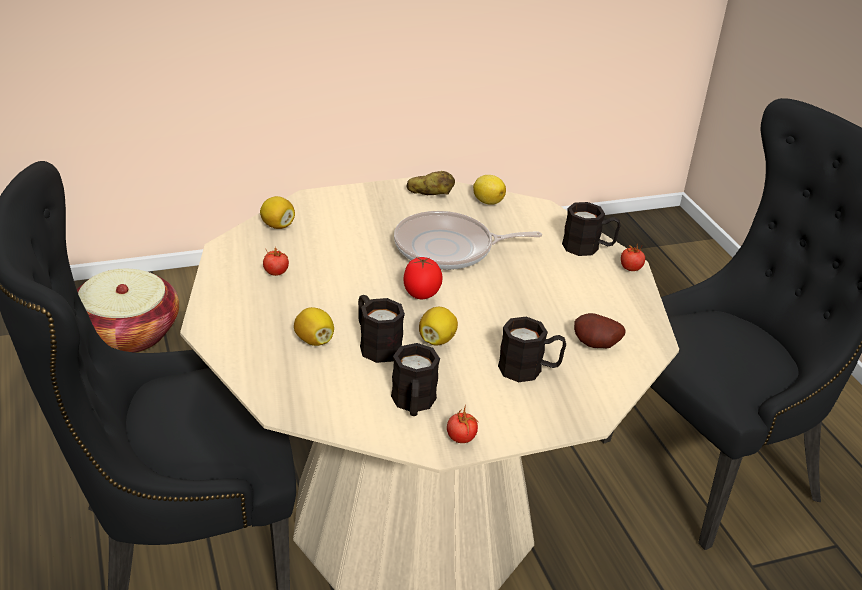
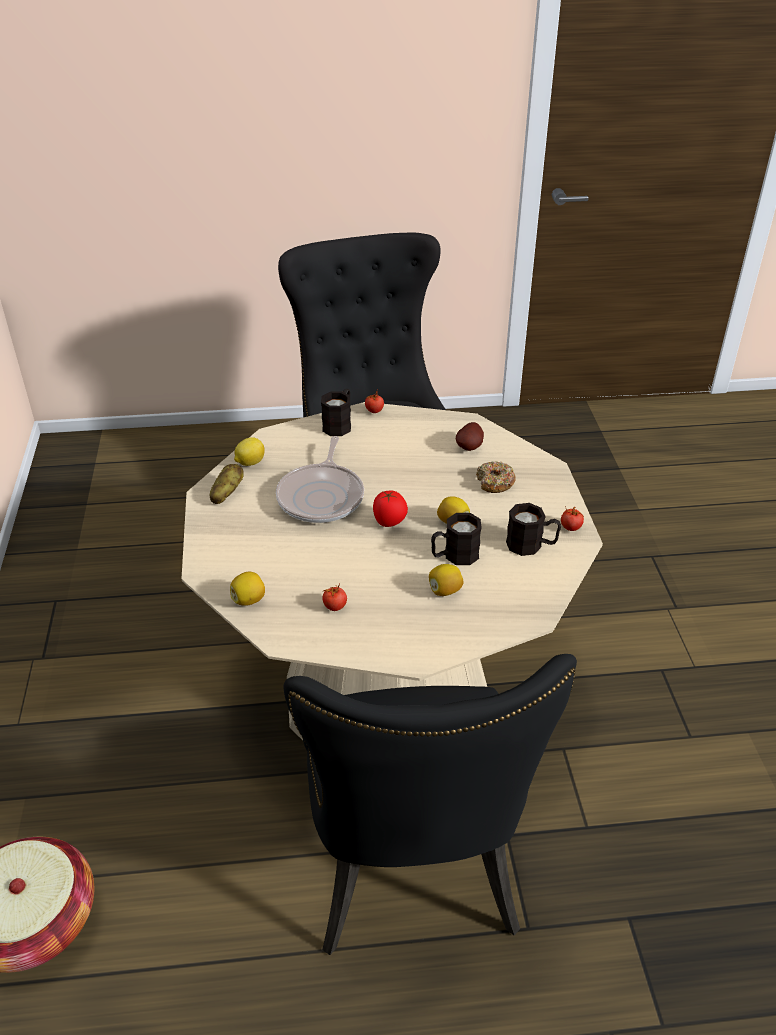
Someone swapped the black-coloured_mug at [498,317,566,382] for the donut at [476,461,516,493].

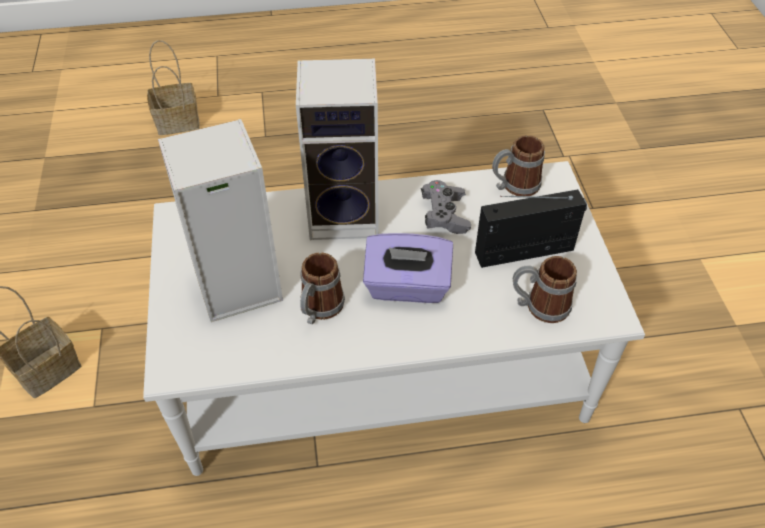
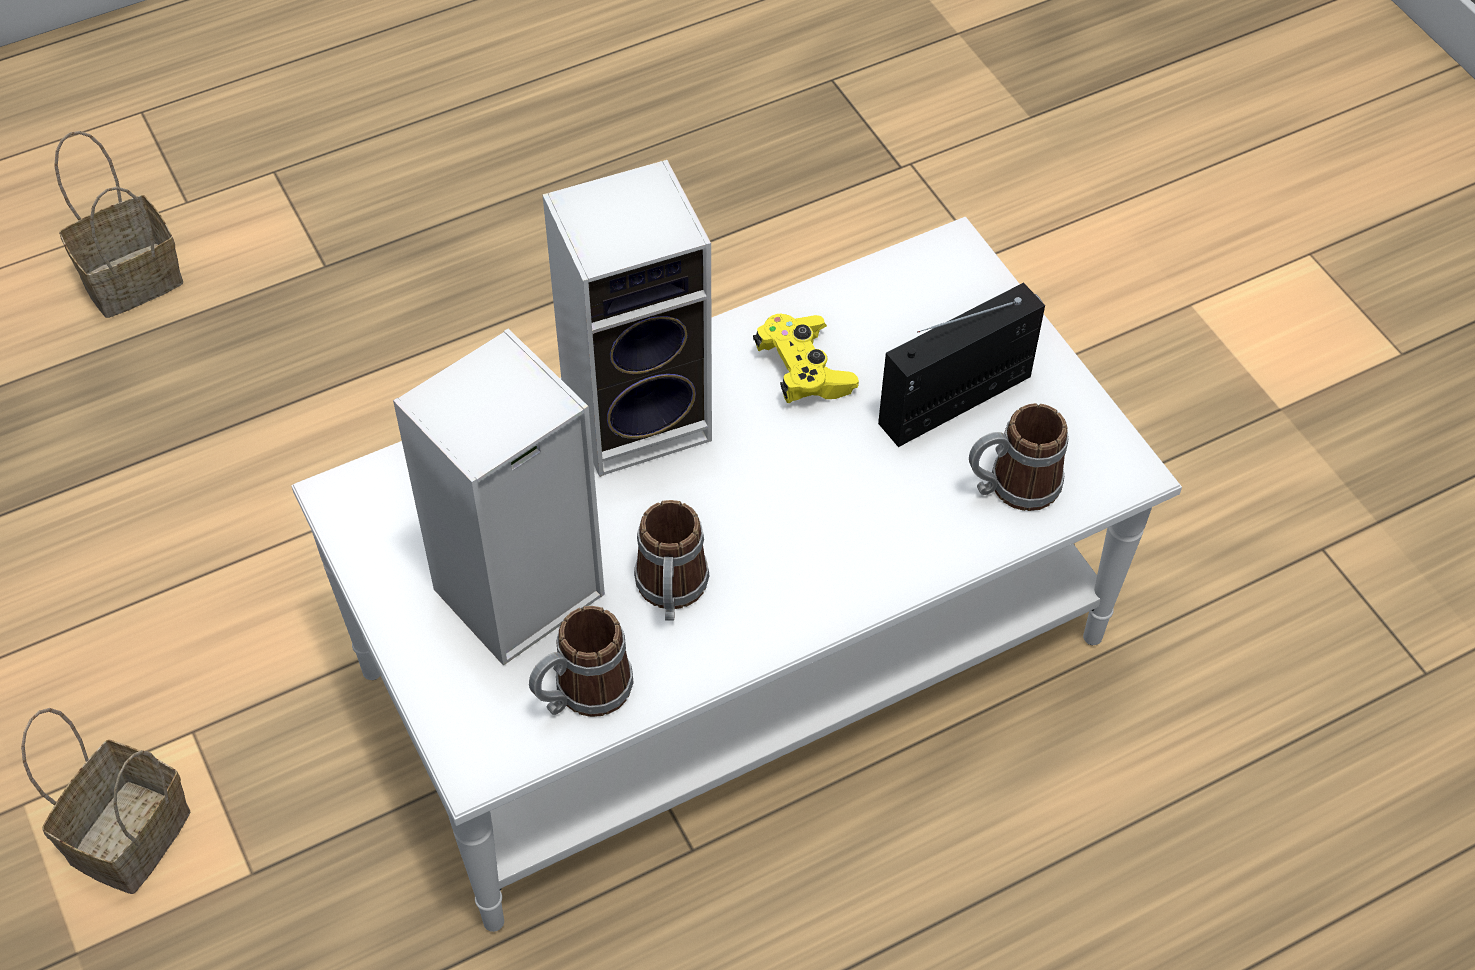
Someone took away the purple_box_of_tissues at [363,233,453,303].
Someone carried the mug from [492,135,545,196] to [529,606,634,717].
Someone repainted the grey_joypad at [421,180,471,234], which became the yellow-coloured_joypad at [753,313,859,403].

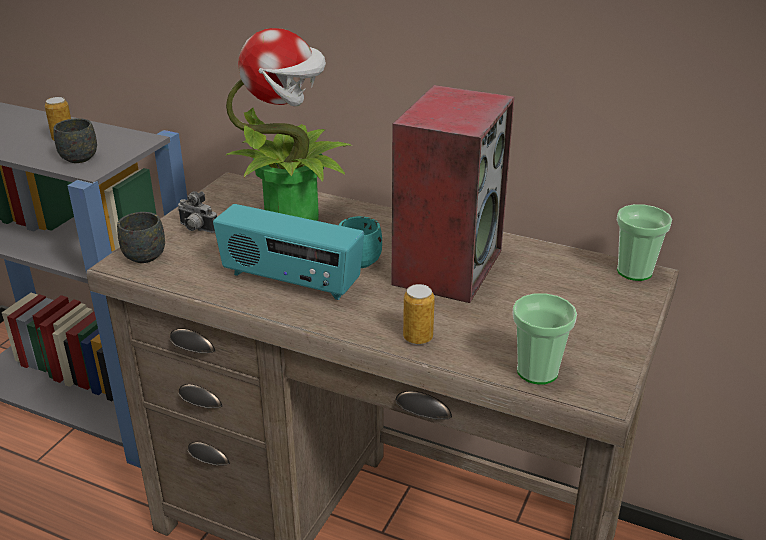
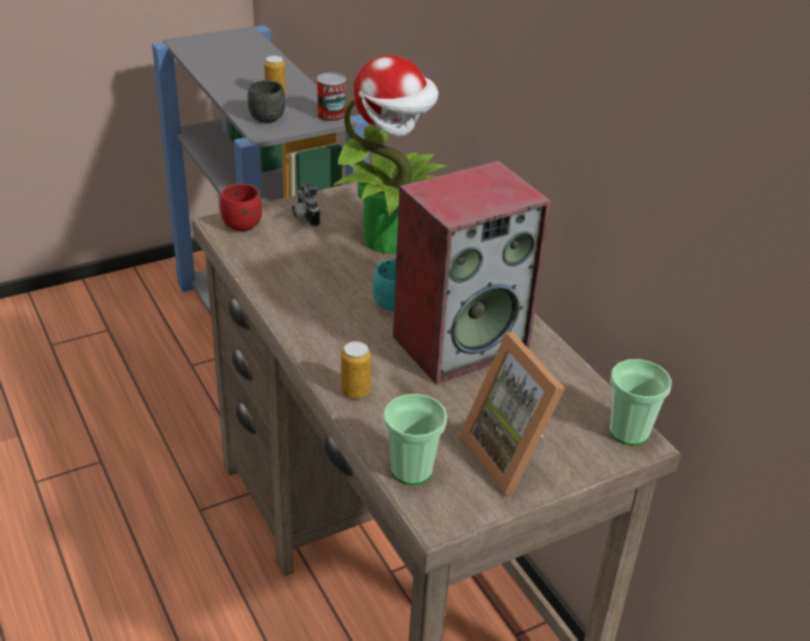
Someone took away the radio_set at [213,204,364,300].
Someone put down the sealed_can at [317,72,346,122].
Someone put down the picture_frame at [459,332,565,495].
Someone repainted the grey_mug at [117,212,165,263], which became the reddish_mug at [220,184,262,231].

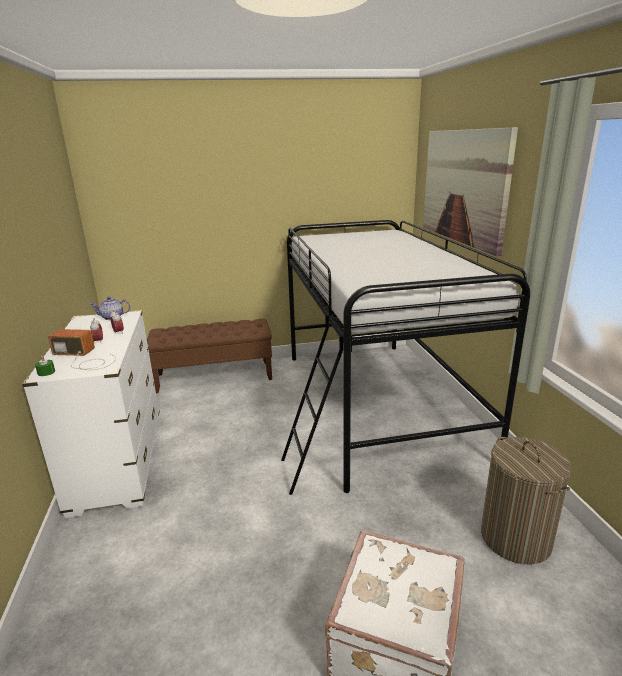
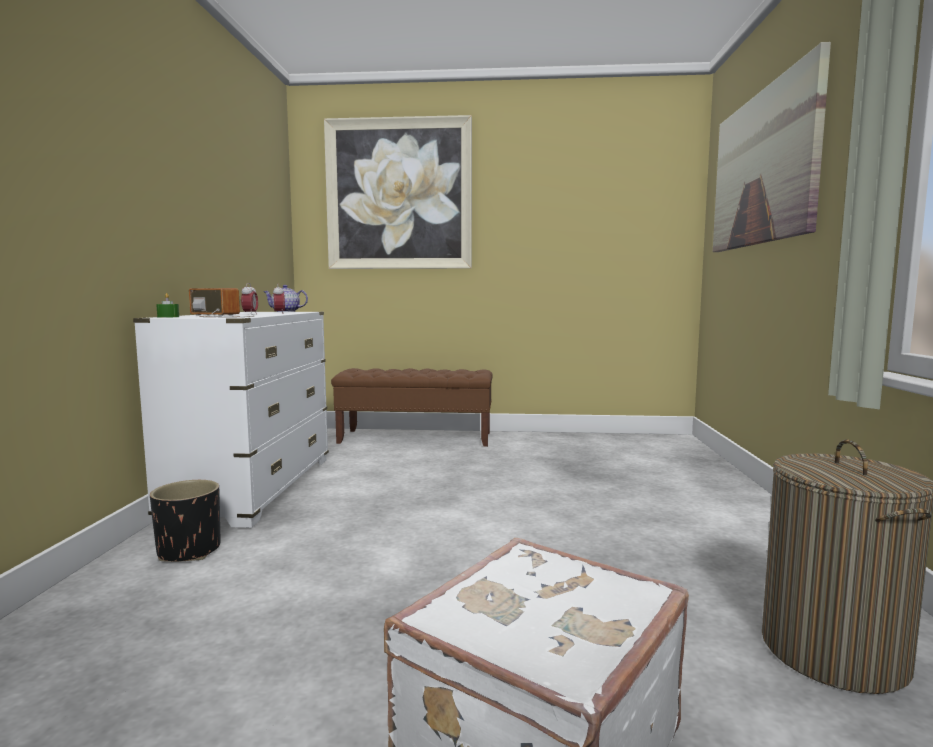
Someone took away the black-coloured_bedroom_bed at [281,220,530,495].
Someone put down the black-coloured_plant_pot at [150,480,221,562].
Someone put up the picture at [324,115,472,269].

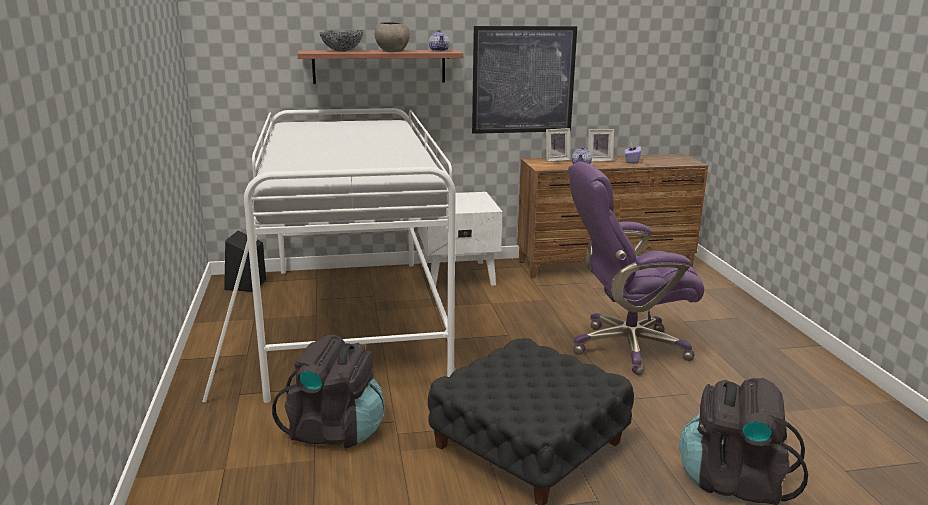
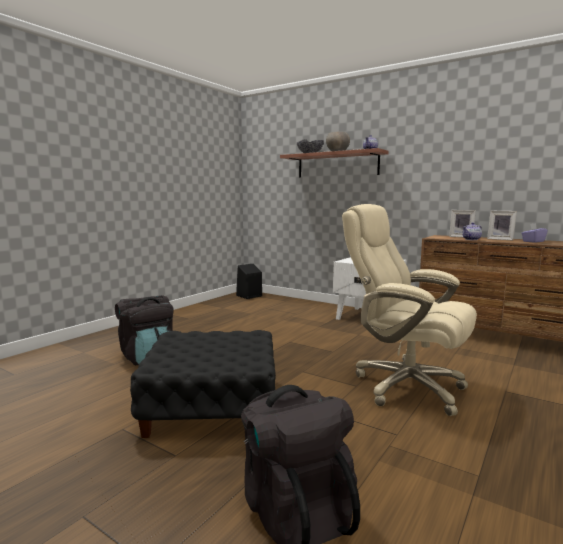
Someone took away the white_bedroom_bed at [202,108,456,403].
Someone took away the picture at [472,26,577,134].
Someone repainted the purple_computer_chair at [568,162,704,375], which became the beige_computer_chair at [342,204,477,416].

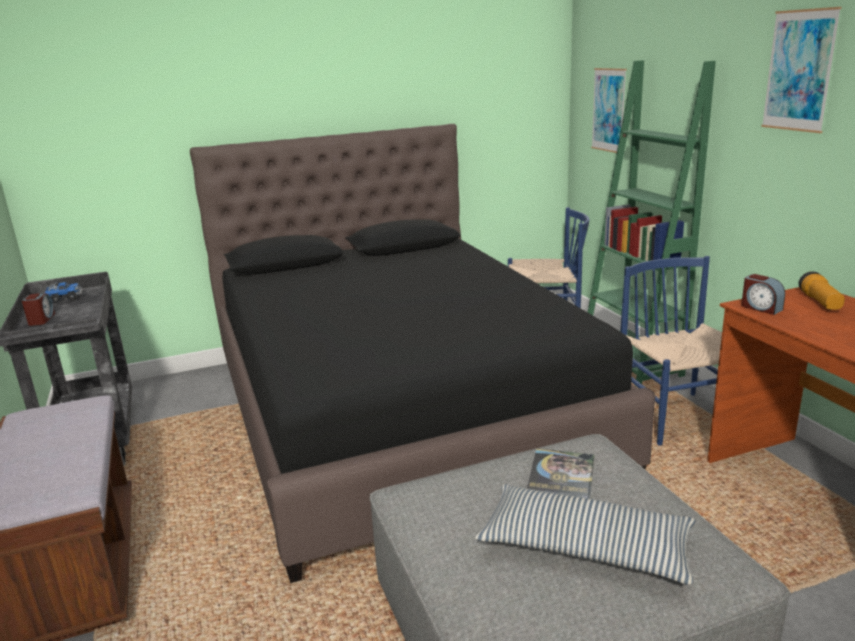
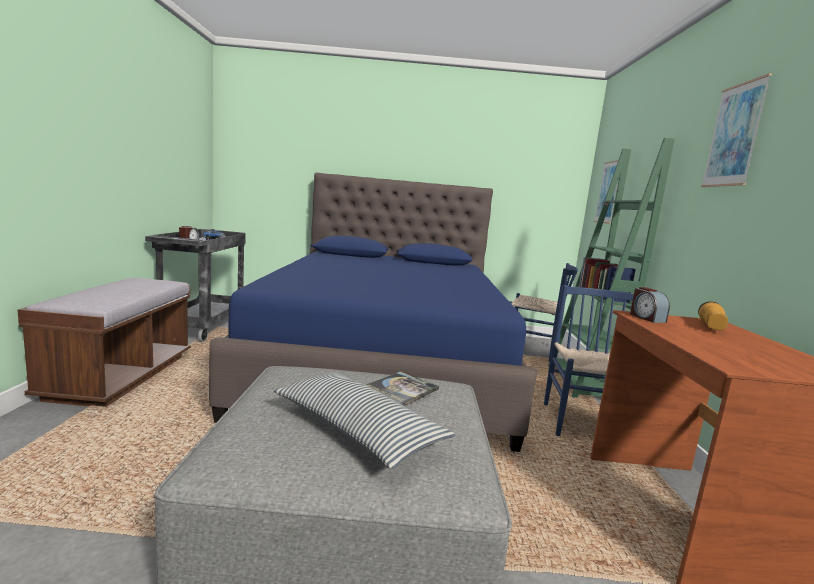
Someone repainted the black-coloured_bedroom_bed at [190,124,656,583], which became the blue-coloured_bedroom_bed at [209,173,538,452].

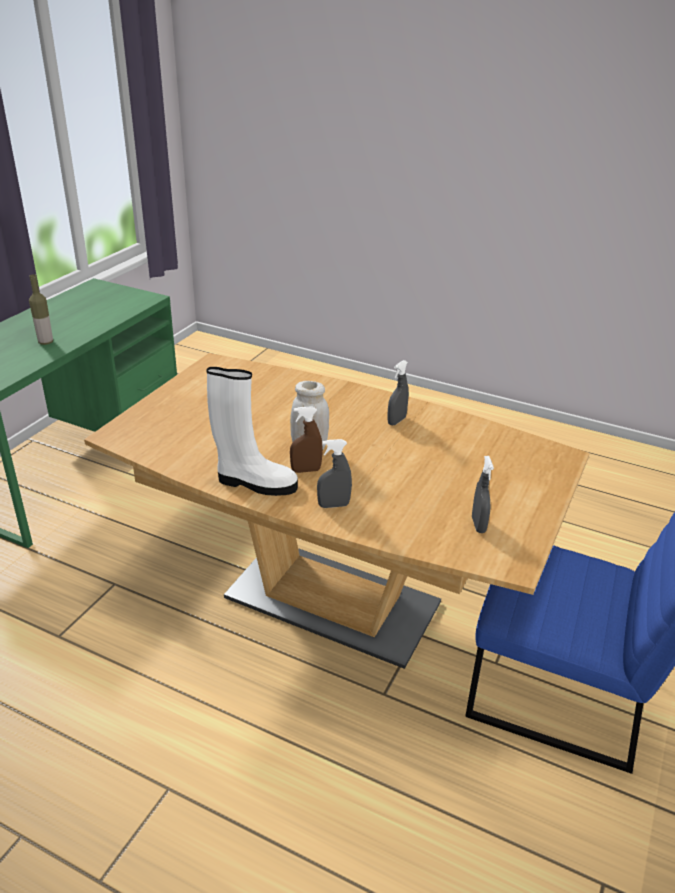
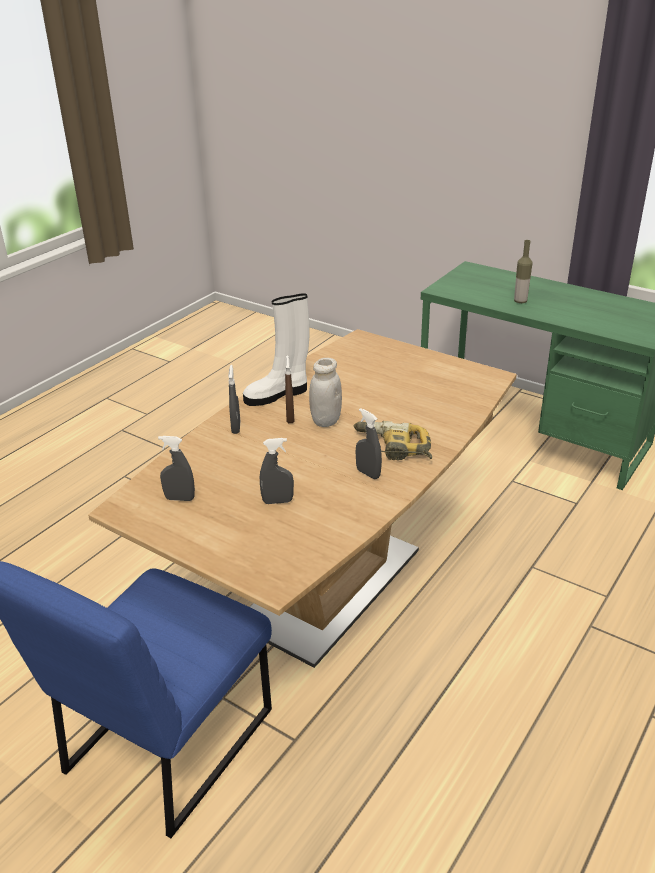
Someone put down the grey_sprayer at [260,438,294,504].
Someone put down the electric_drill at [354,421,432,460].
Someone rotated the white_boot at [207,367,298,496] by 45 degrees clockwise.

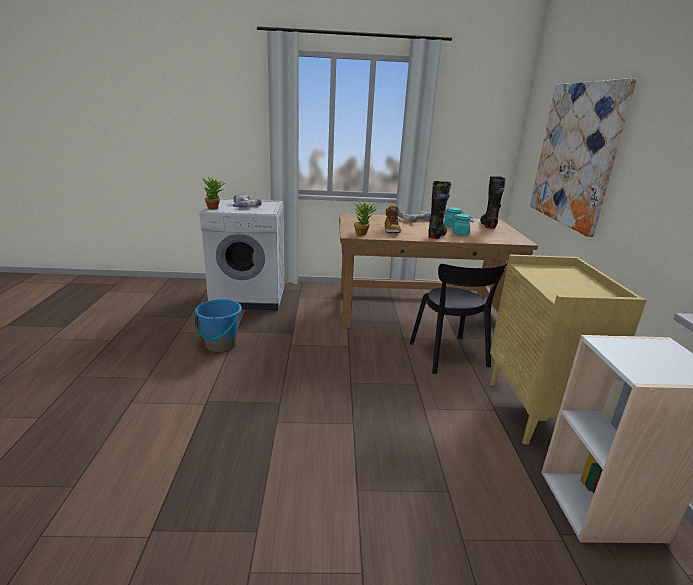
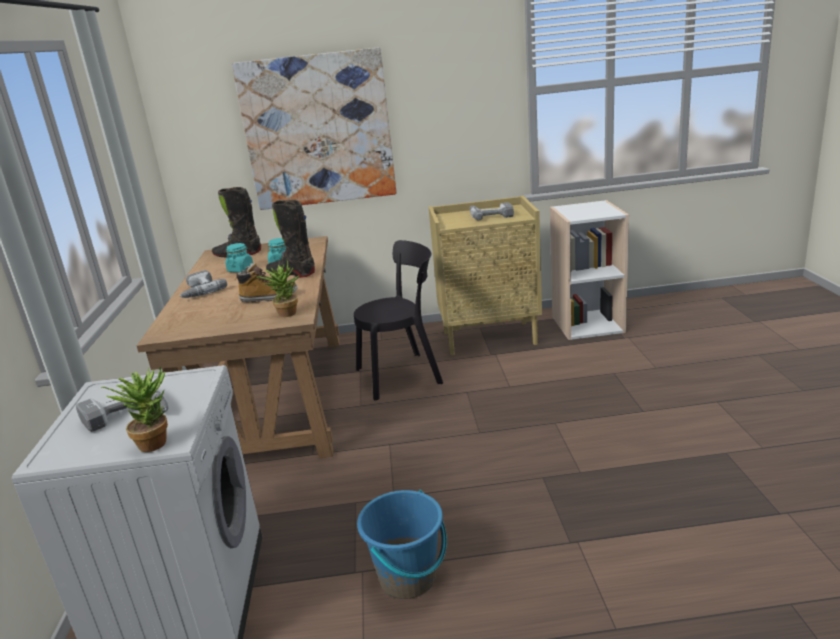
Someone put down the electric_drill at [469,202,514,220].

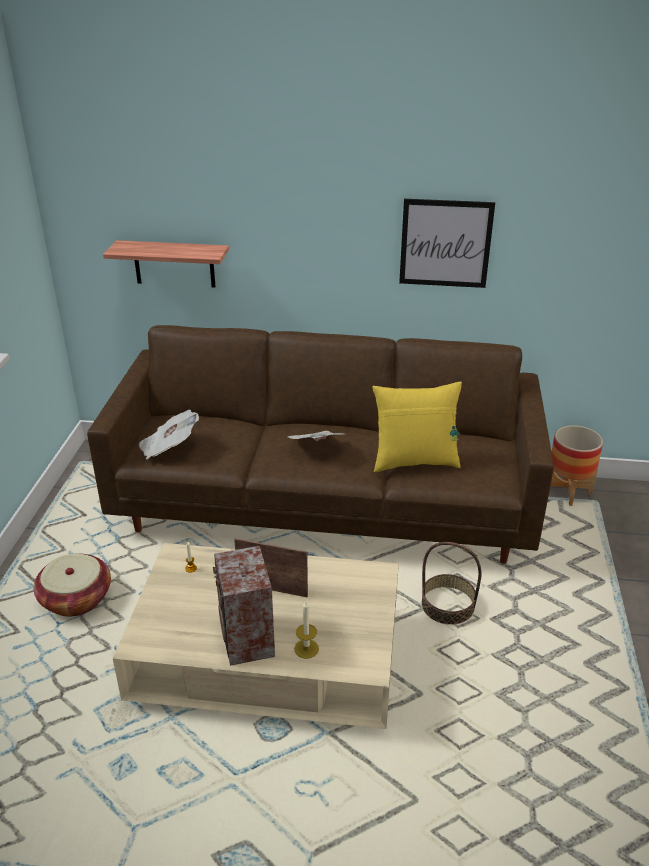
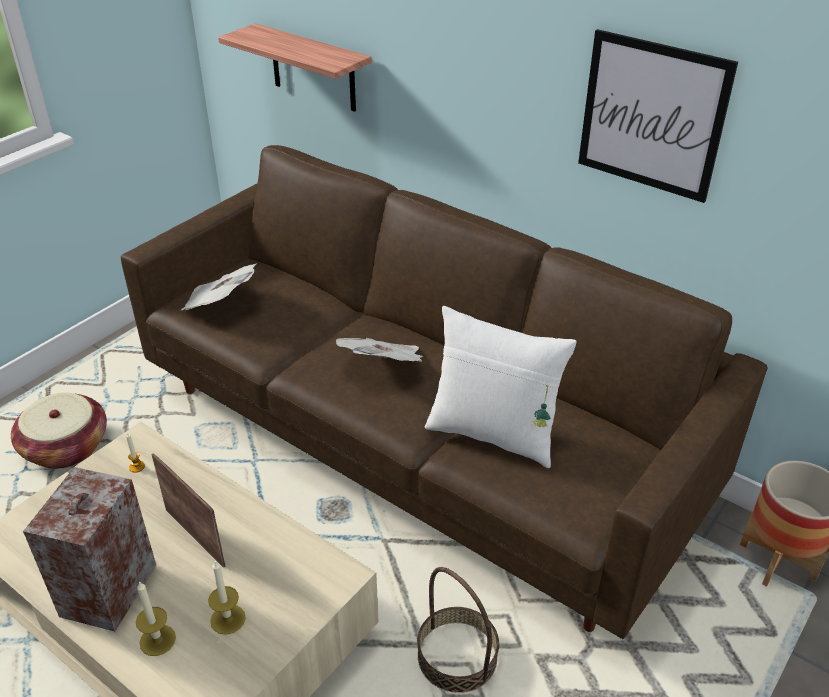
Someone put down the candle at [208,561,245,635].
Someone repainted the yellow-coloured_pillow at [372,381,462,472], which became the white_pillow at [425,306,577,468].

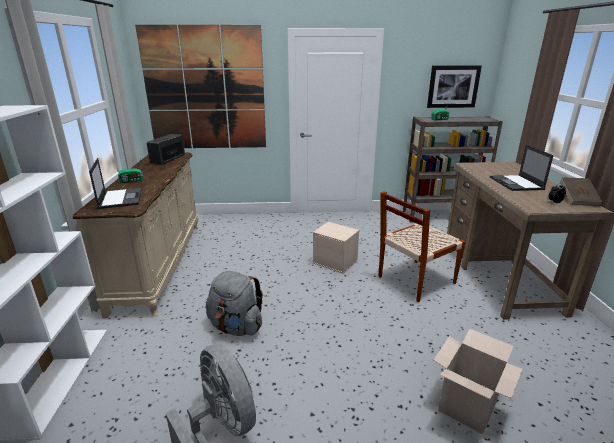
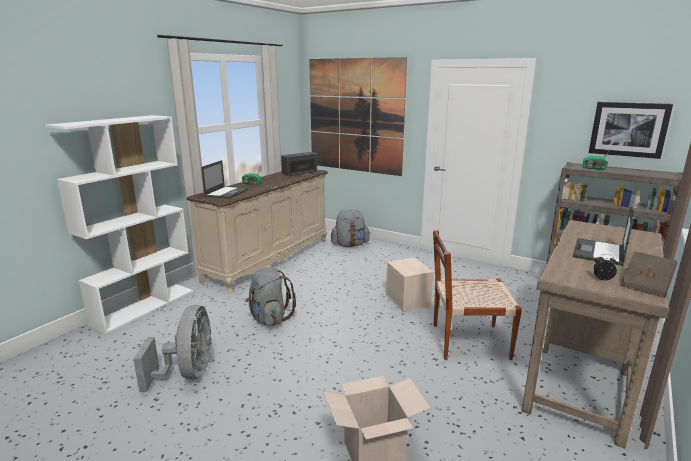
Someone put down the grey_knapsack at [331,209,370,247].

